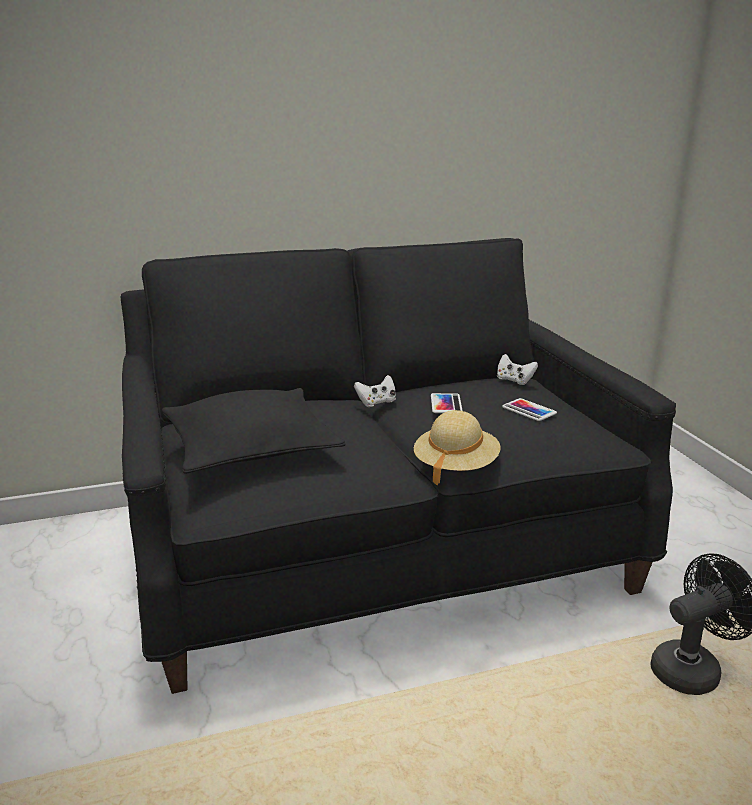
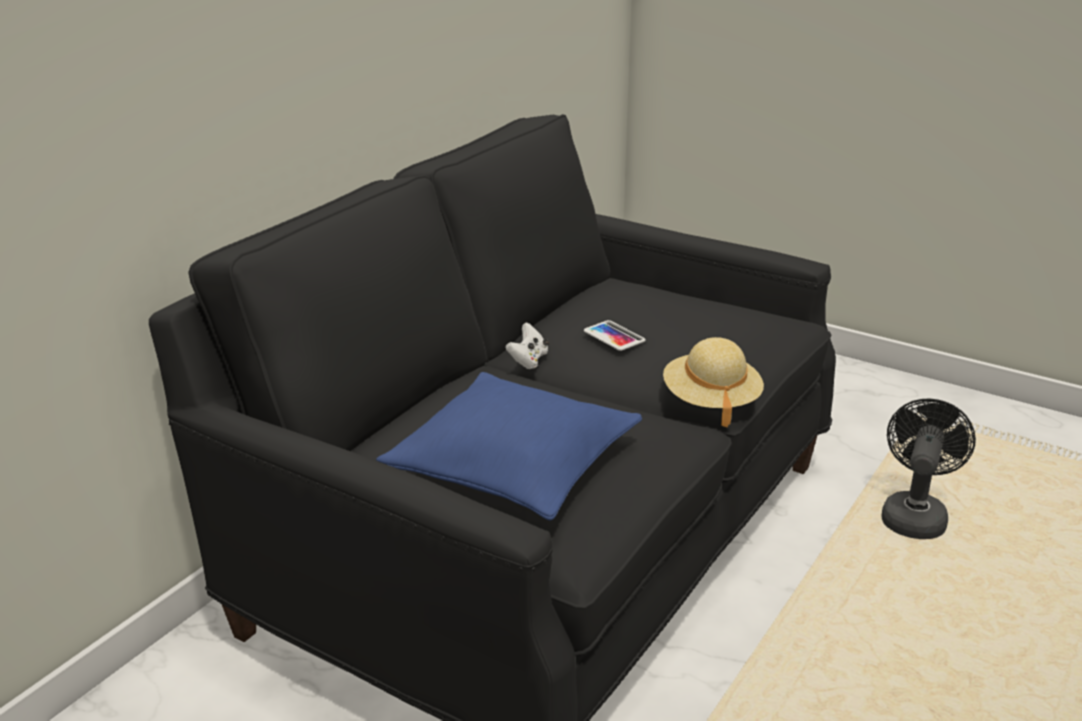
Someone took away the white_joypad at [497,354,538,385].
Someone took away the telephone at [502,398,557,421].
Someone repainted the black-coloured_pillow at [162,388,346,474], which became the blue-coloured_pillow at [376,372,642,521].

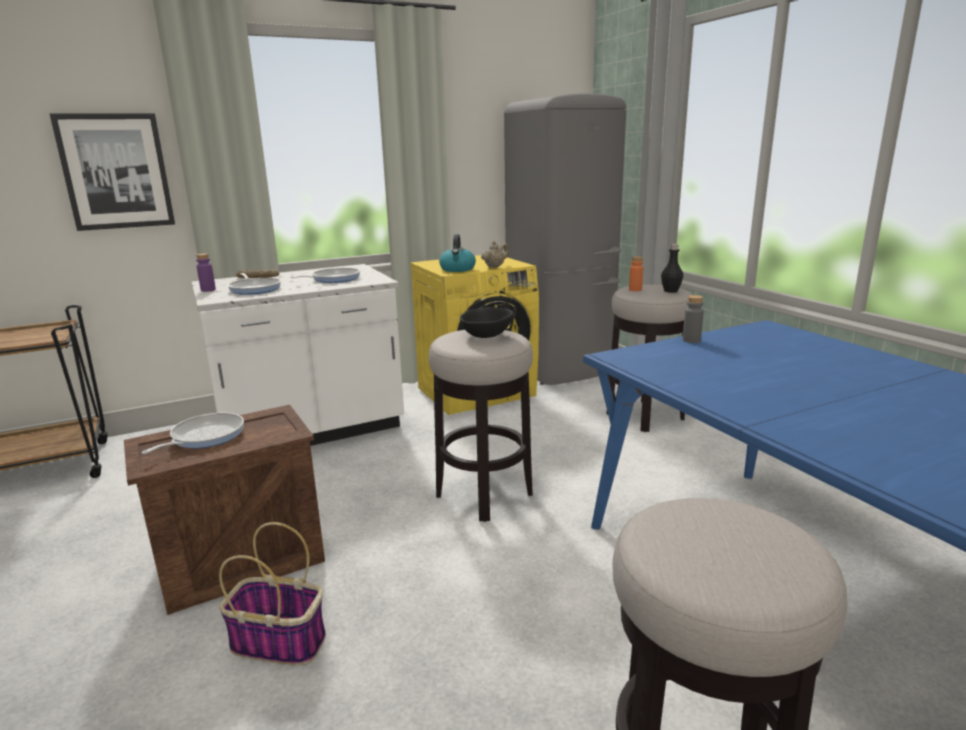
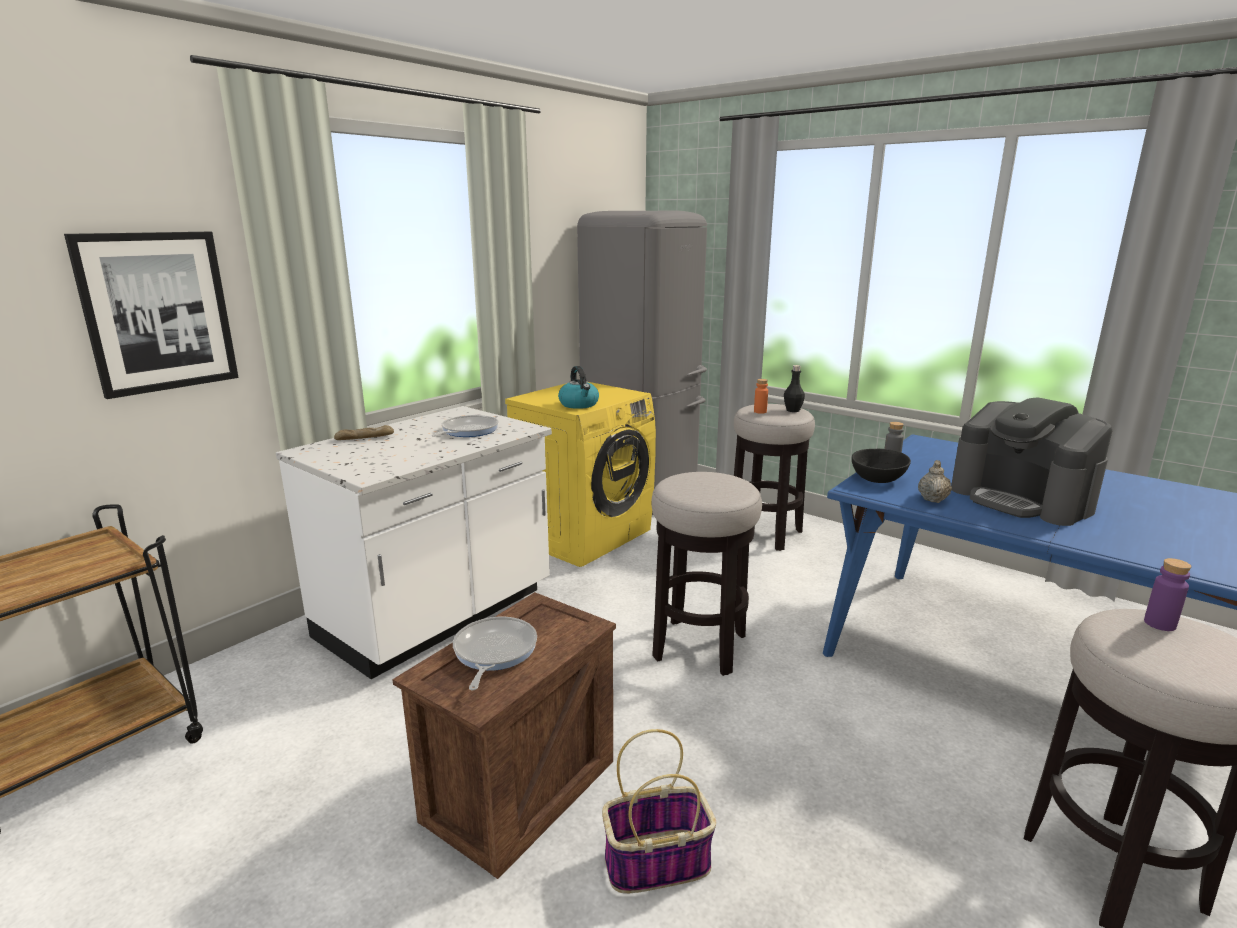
Someone took away the pan at [228,273,281,295].
Someone put down the coffee_brewer at [951,397,1112,526].
Someone carried the purple_beverage_bottle from [196,253,216,292] to [1144,558,1191,631].
Someone carried the black-coloured_serving_bowl from [460,308,513,338] to [852,449,911,483].
Someone carried the beige_tea_pot from [481,241,509,268] to [918,460,952,503].

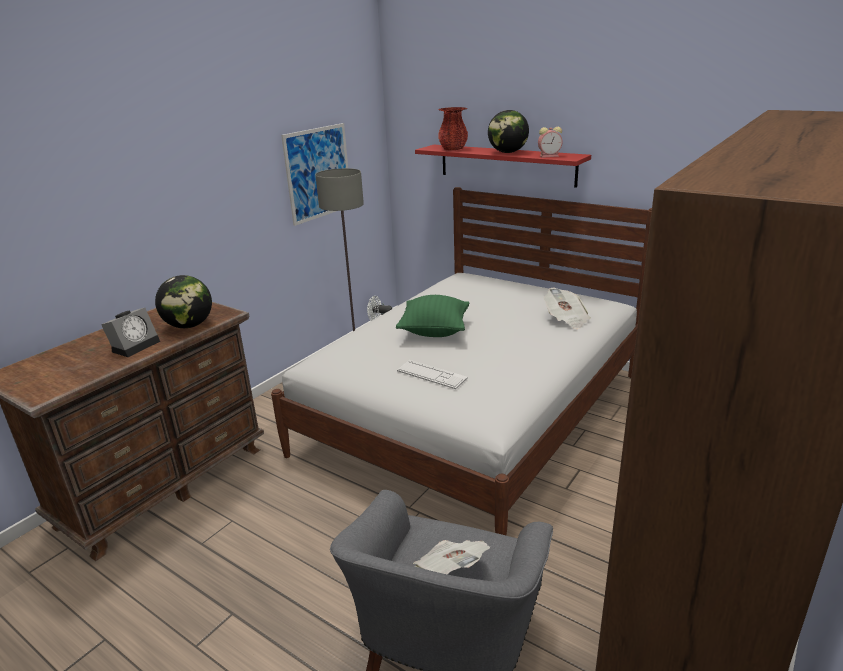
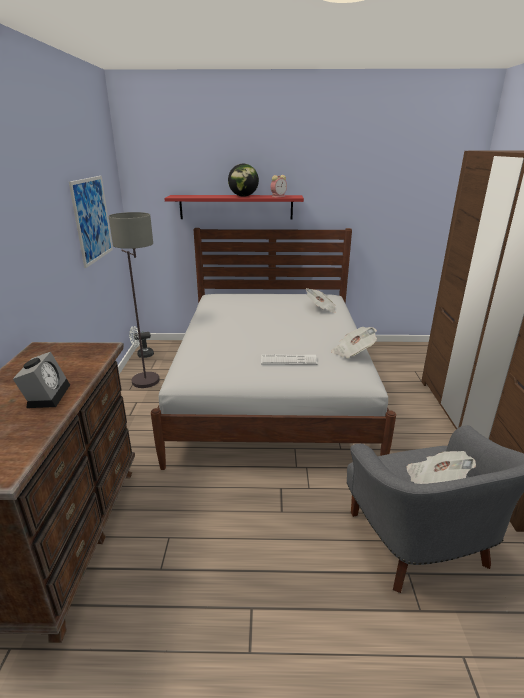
Someone took away the desk_globe at [155,275,212,328].
Someone took away the green_pillow at [396,295,469,337].
Someone took away the reddish_flower_vase at [438,107,468,150].
Someone put down the newspaper at [331,327,377,359].

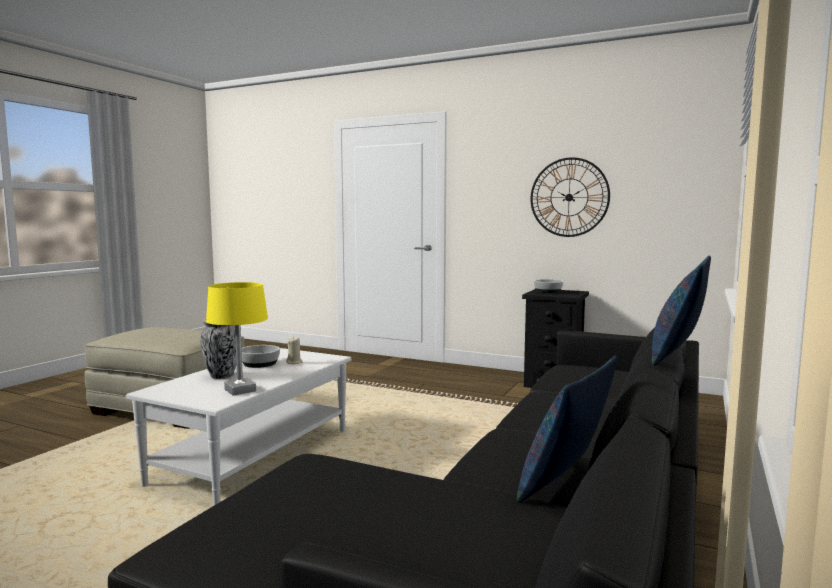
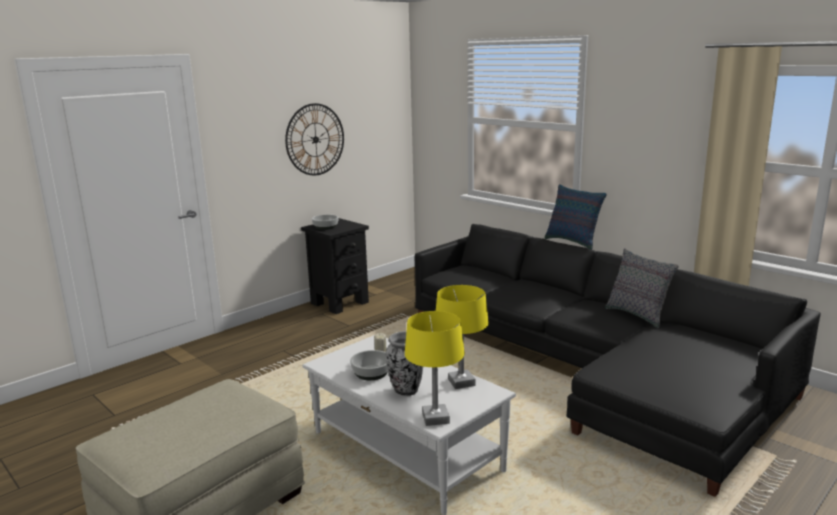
Someone put down the yellow-coloured_tabletop_lamp at [405,311,465,426].
Someone repainted the blue-coloured_pillow at [517,355,618,503], which became the grey_pillow at [605,248,679,328].

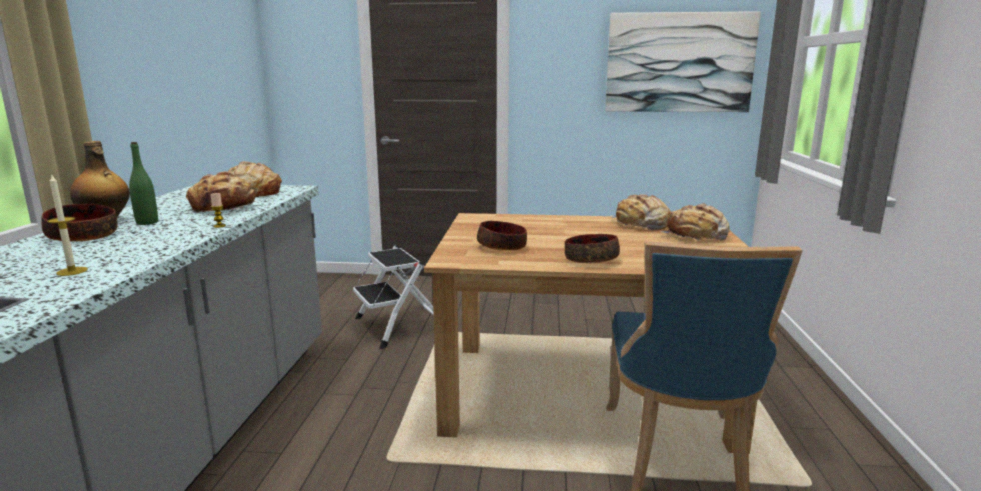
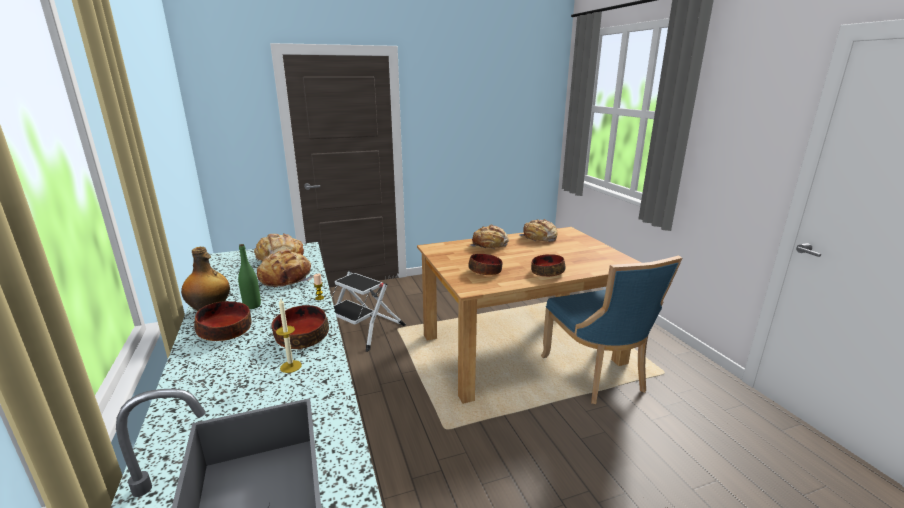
Someone took away the picture at [605,11,761,112].
Someone put down the serving_bowl at [272,305,329,349].
Someone carried the bakery_bread from [660,203,730,241] to [470,225,509,250].

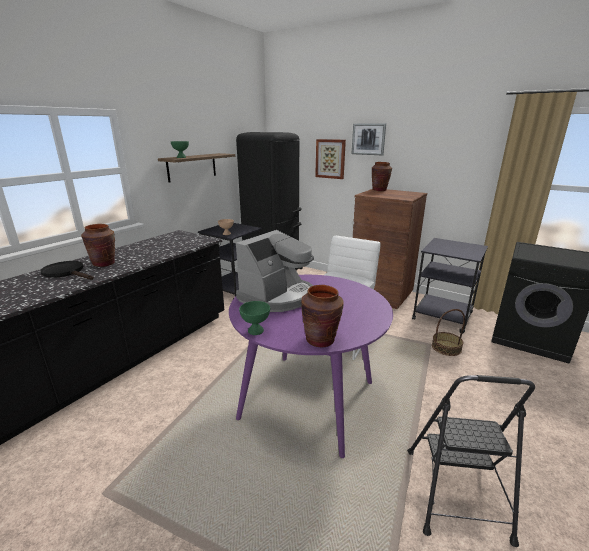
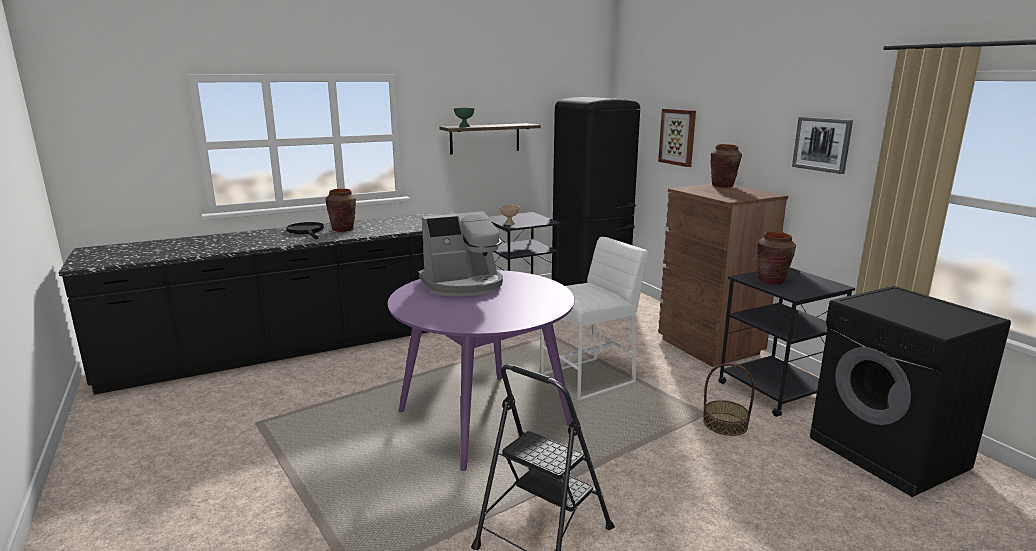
Someone took away the green_serving_bowl at [239,301,270,335].
Someone carried the brown_flower_vase from [301,285,344,347] to [757,232,796,284].
Someone carried the picture from [352,124,386,155] to [792,117,853,174].

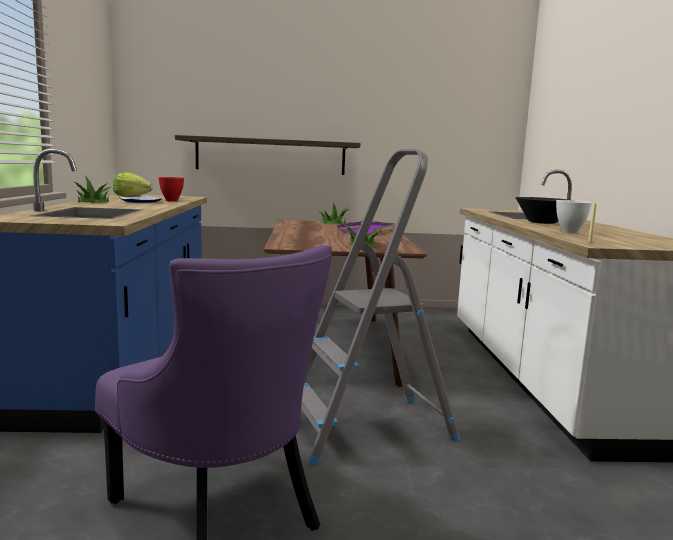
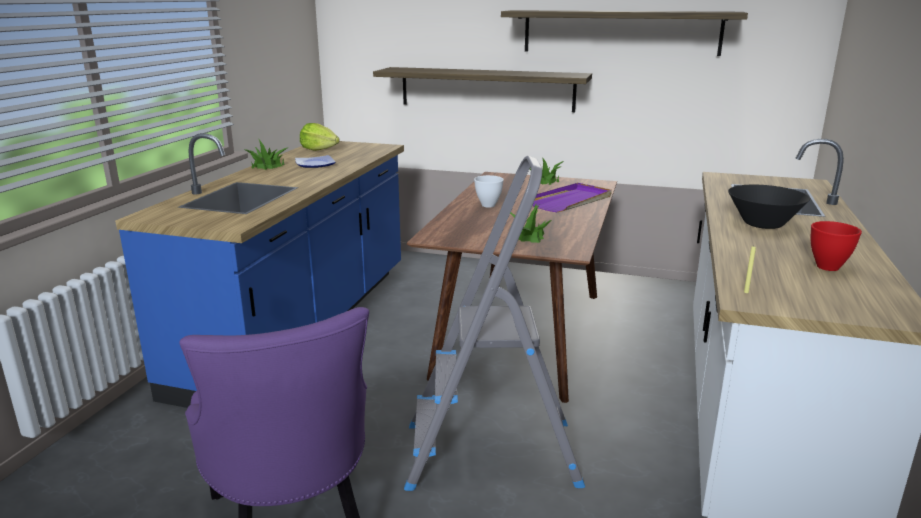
Someone put up the wall_shelf at [501,10,748,56].
Someone carried the reddish_serving_bowl from [159,177,184,201] to [811,221,862,271].
Someone carried the white_serving_bowl from [556,200,592,233] to [474,175,504,208].

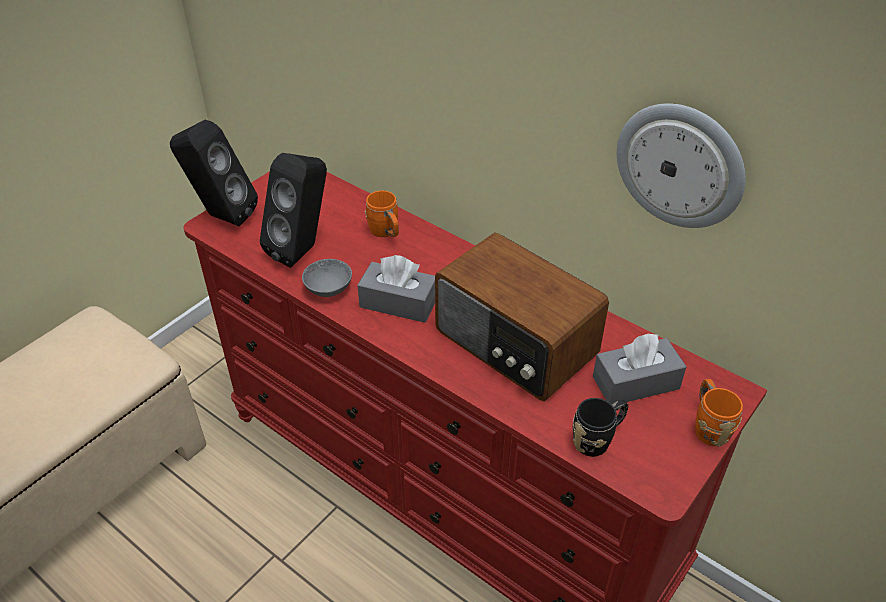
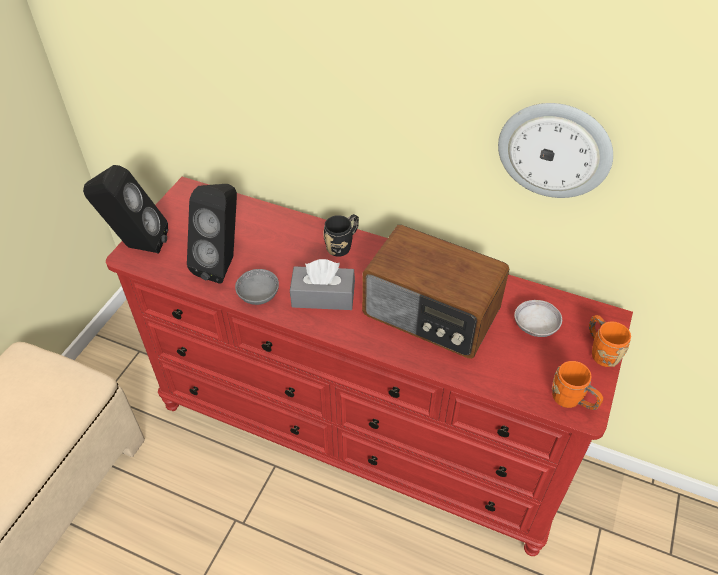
Someone carried the orange-coloured_mug from [365,191,399,237] to [552,361,603,410].
Someone carried the black-coloured_mug from [572,398,628,457] to [323,214,359,257].
Someone swapped the grey_box_of_tissues at [593,334,687,404] for the grey_serving_bowl at [514,300,562,337].

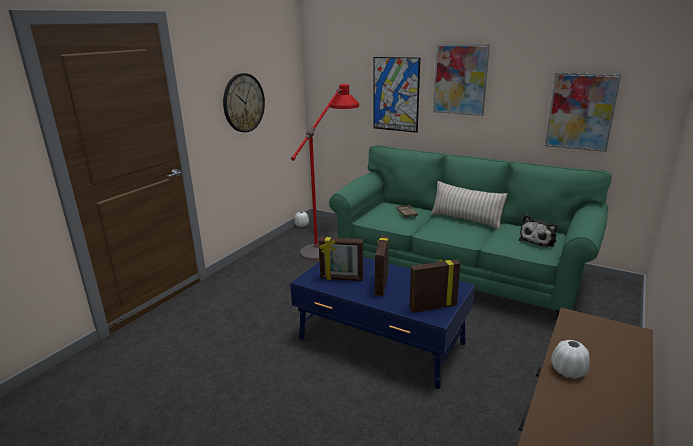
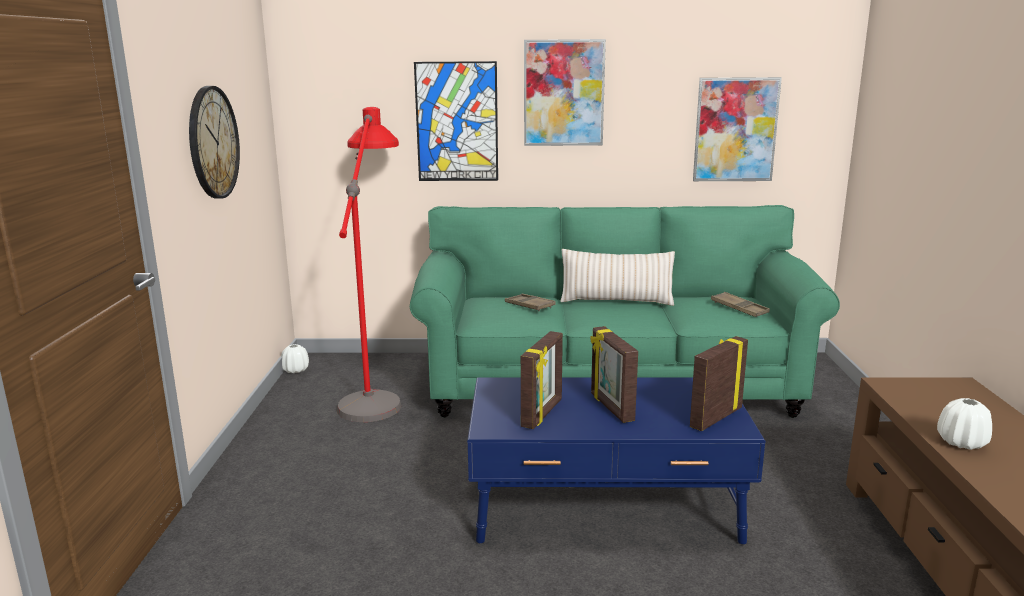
Someone swapped the cuddly_toy at [519,214,558,248] for the brown_serving_tray at [711,292,770,317].
Someone rotated the picture_frame at [319,237,363,281] by 45 degrees counterclockwise.

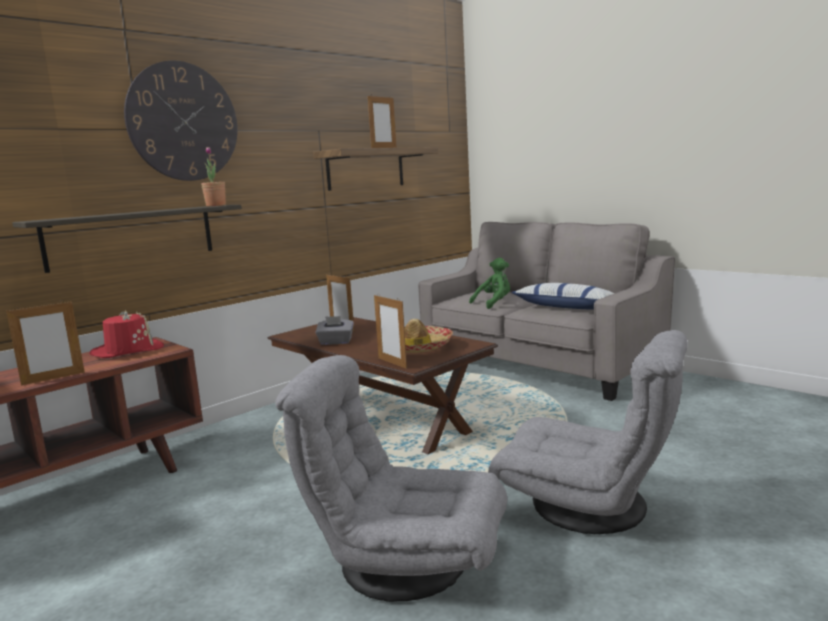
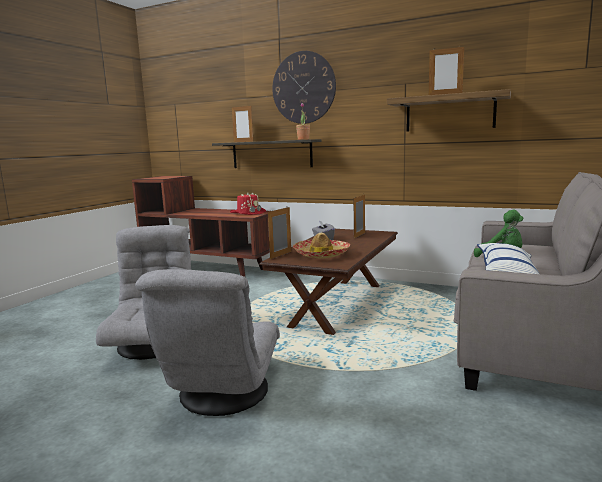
Someone carried the picture_frame from [6,300,85,386] to [232,106,253,142].

